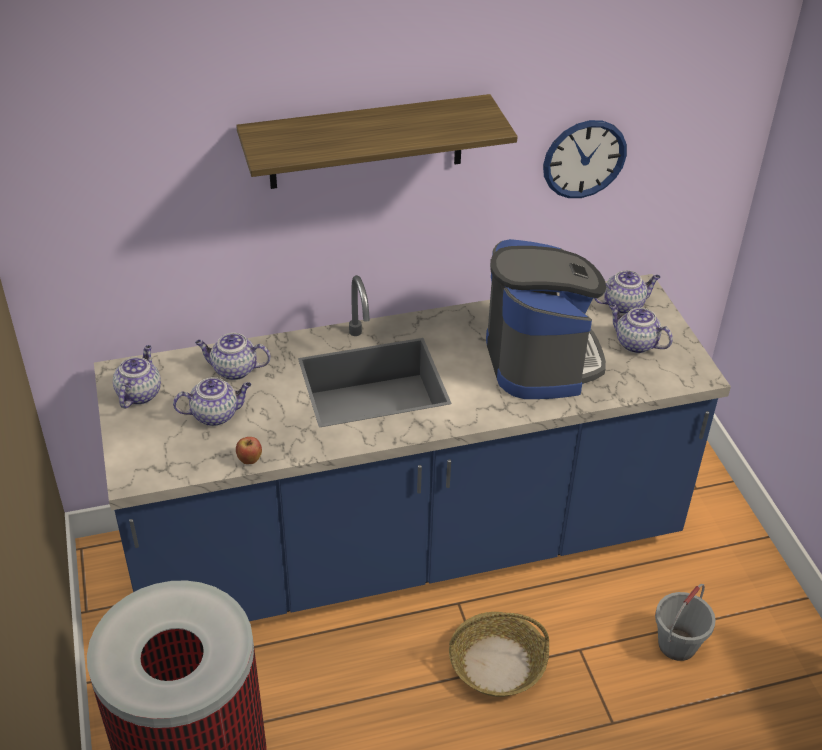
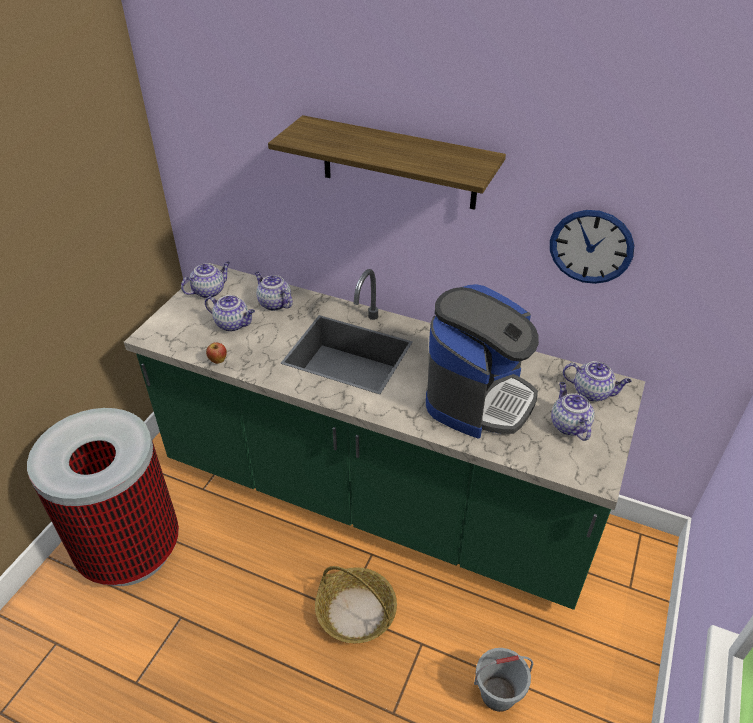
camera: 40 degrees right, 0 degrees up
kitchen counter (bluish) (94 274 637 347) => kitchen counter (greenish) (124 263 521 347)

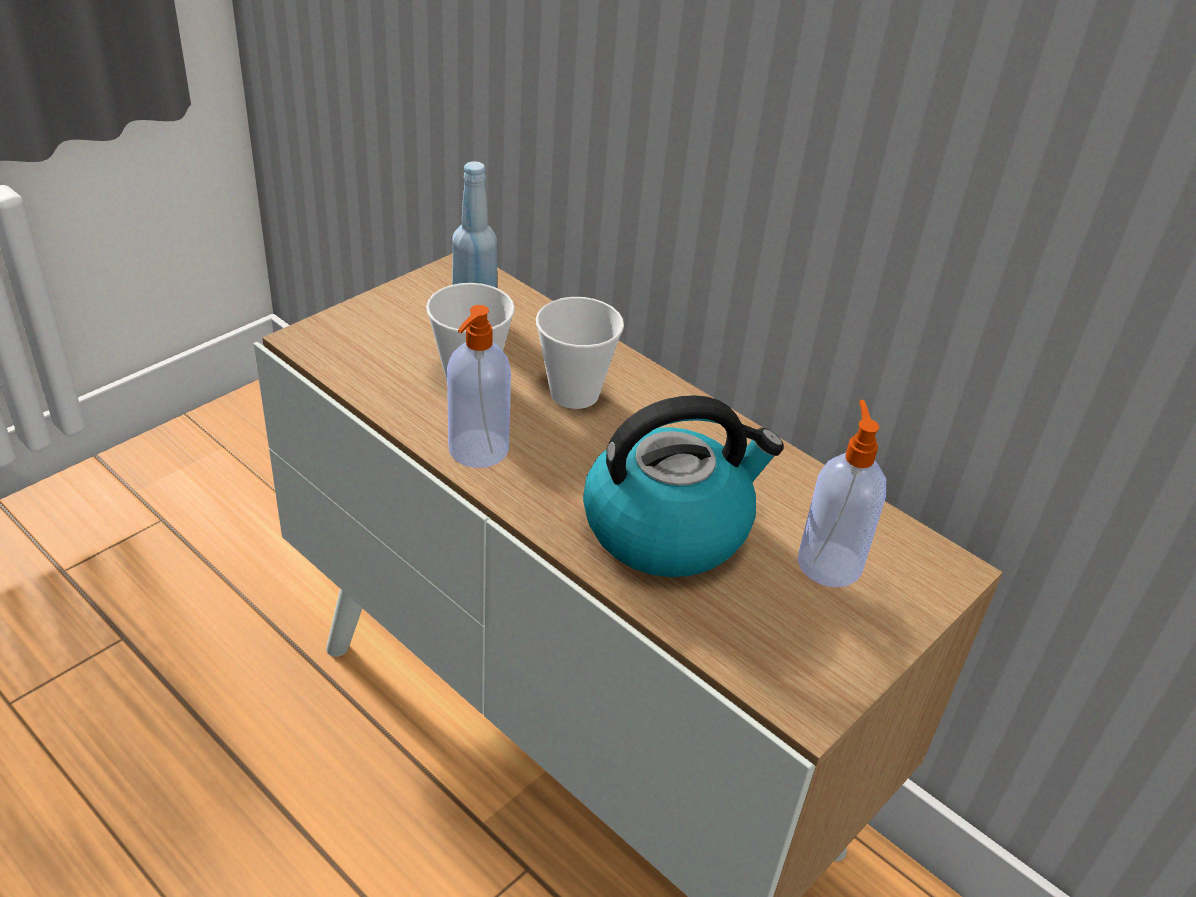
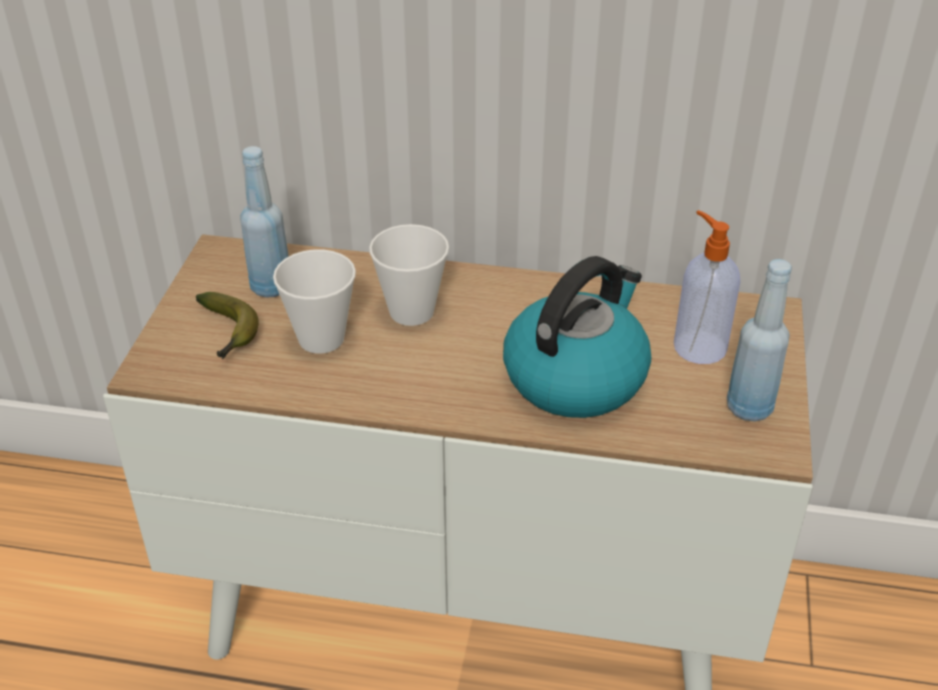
camera: 30 degrees left, 0 degrees up
soap bottle (447 305 64 163) => nothing
nothing => banana (196 292 63 67)
nothing => drink bottle (bluish) (727 259 65 163)

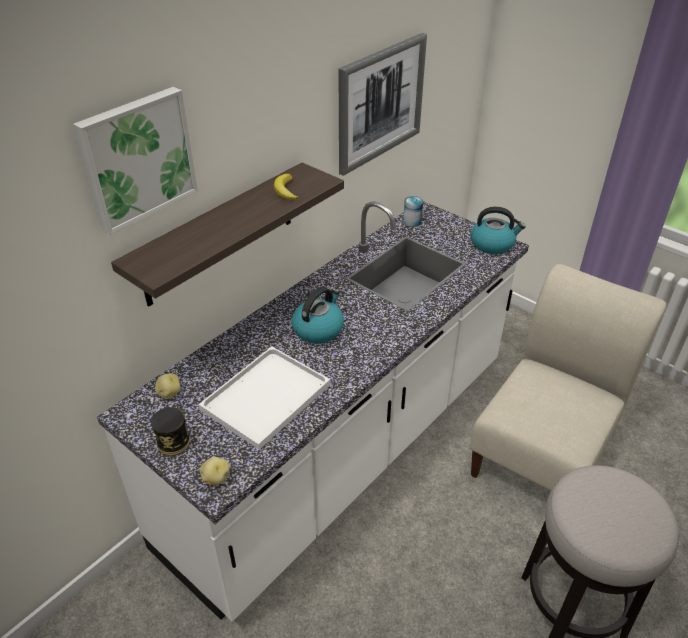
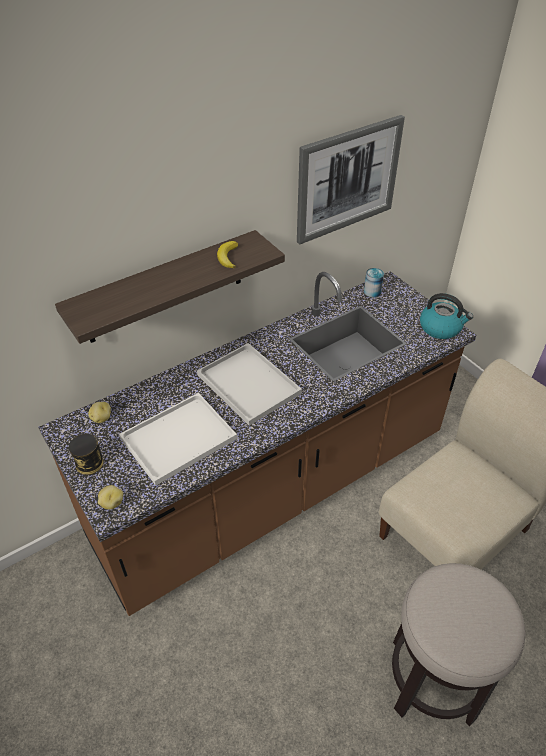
camera: 15 degrees right, 5 degrees up
picture (73 87 125 148) => nothing
kitchen counter (white-coloured) (97 201 432 421) => kitchen counter (brownish) (38 271 438 345)
tea kettle (292 287 52 57) => tray (white-coloured) (197 343 105 83)

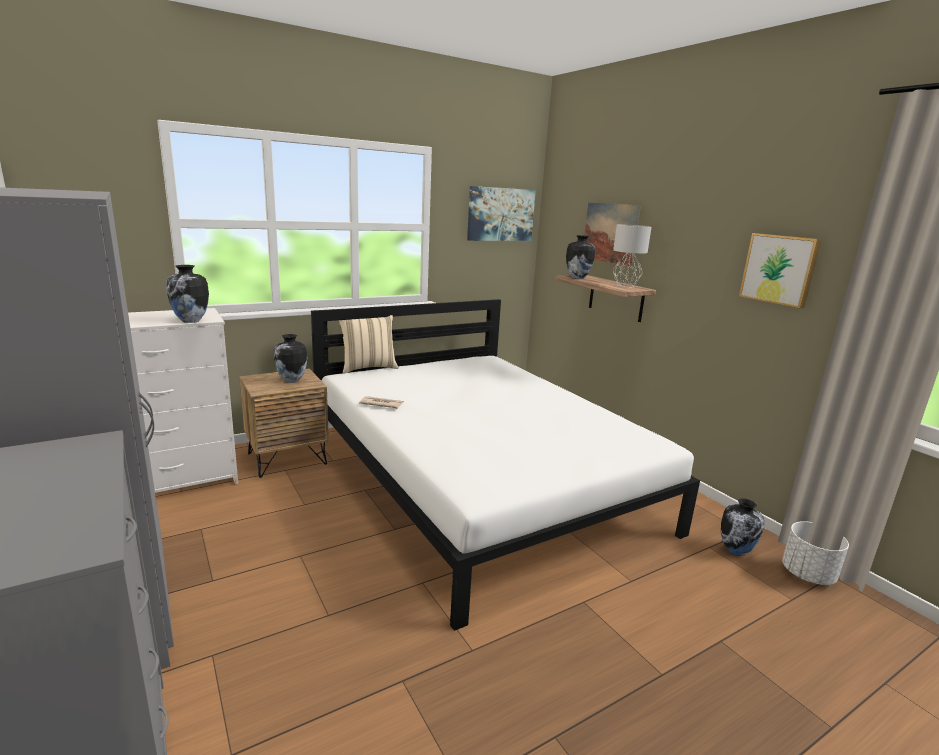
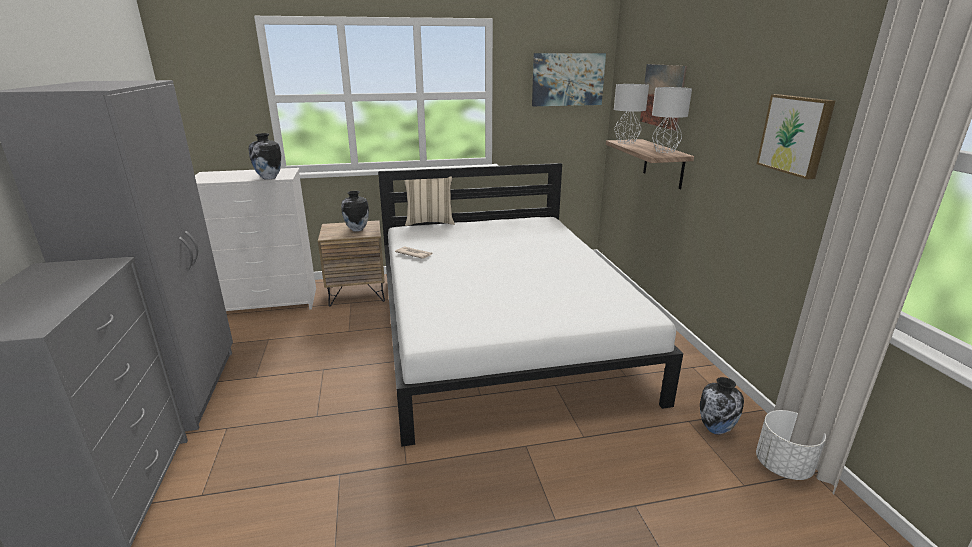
camera: 20 degrees right, 5 degrees up
decorative vase (566 235 29 44) => lamp for a table (grey) (614 84 35 60)

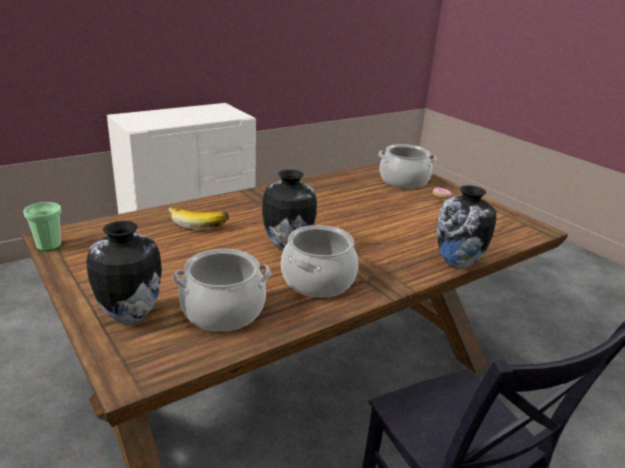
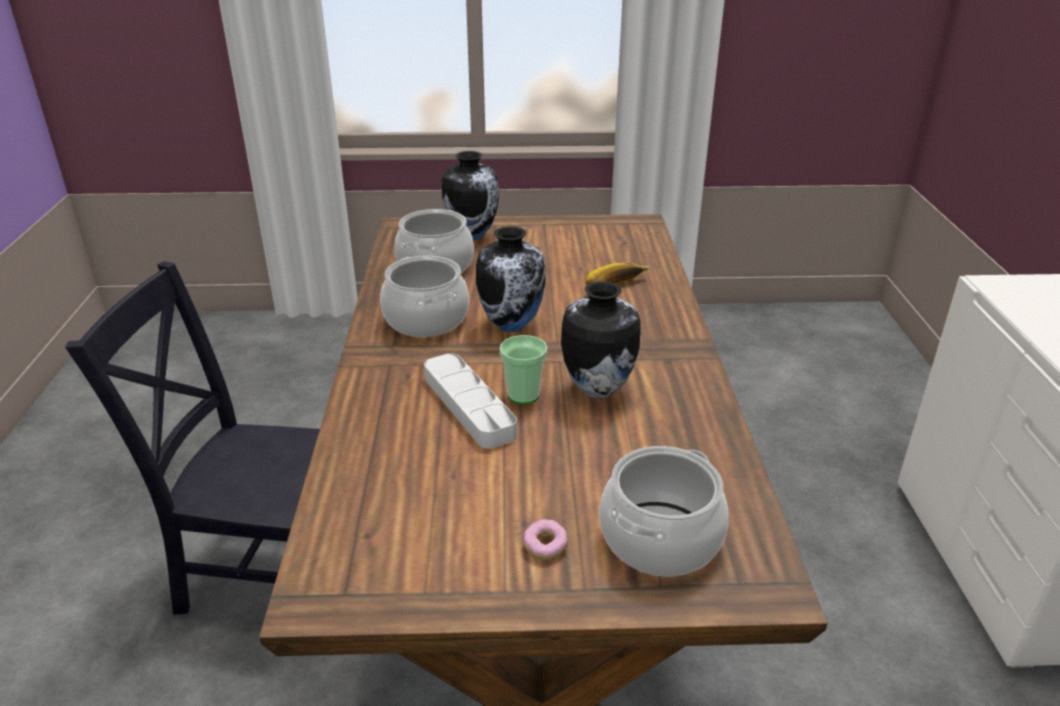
camera: 125 degrees right, 5 degrees up
small cup (23 202 38 49) => small cup (500 335 47 69), relocated
decorative vase (437 185 60 84) => decorative vase (561 281 79 117), relocated
nothing => tray (grey) (424 353 93 96)

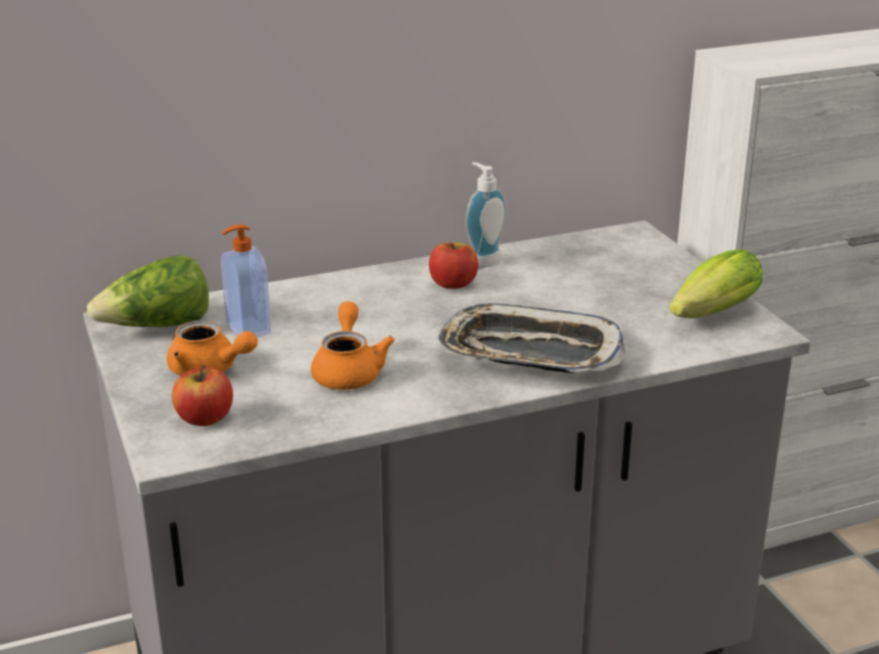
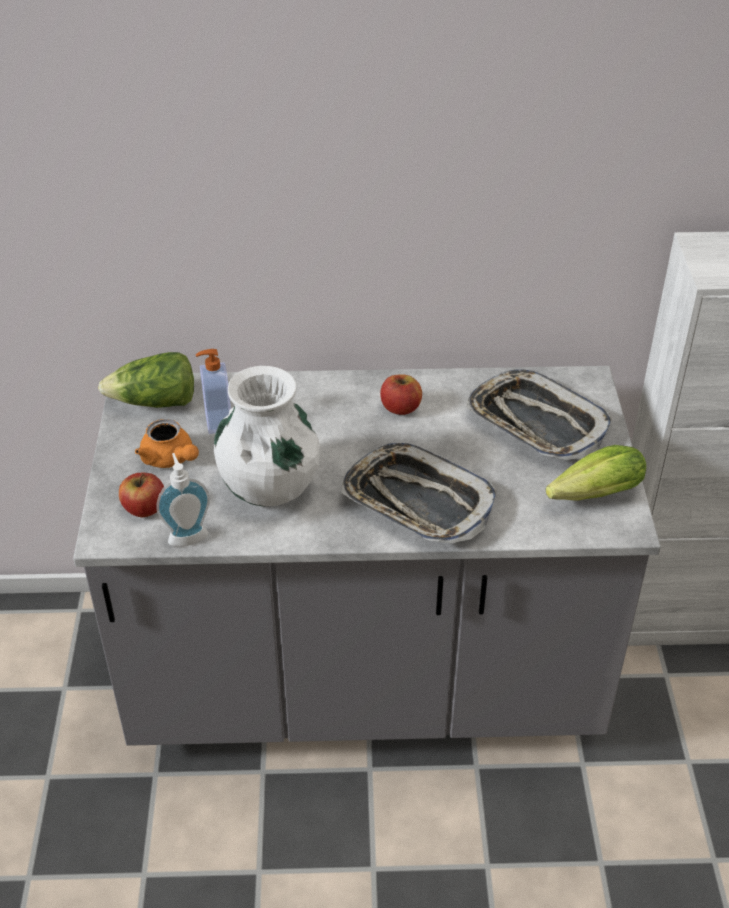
camera: 20 degrees right, 15 degrees up
teapot (orange-coloured) (311 301 84 89) => decorative vase (white-coloured) (214 366 106 141)
soap bottle (465 162 42 107) => soap bottle (156 453 54 93), relocated
nothing => tray (466 369 147 91)

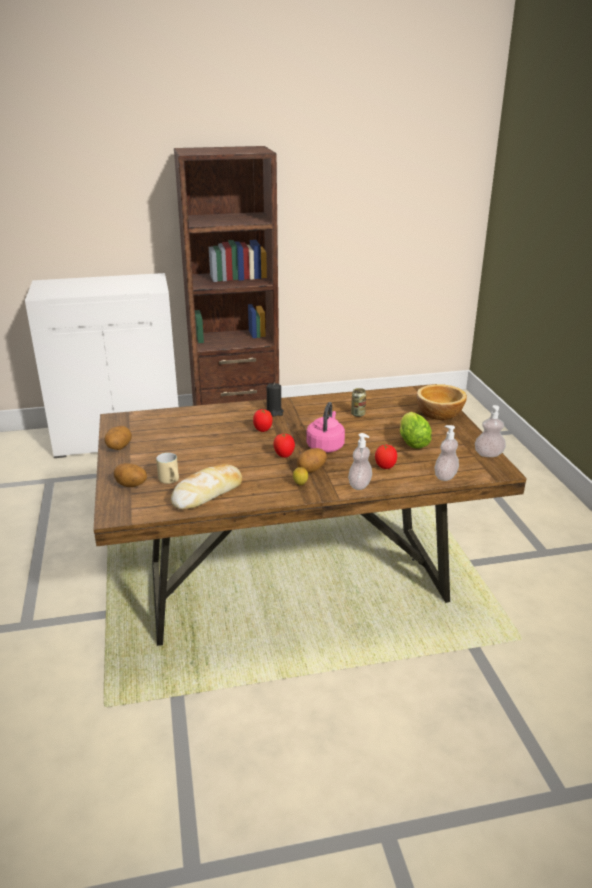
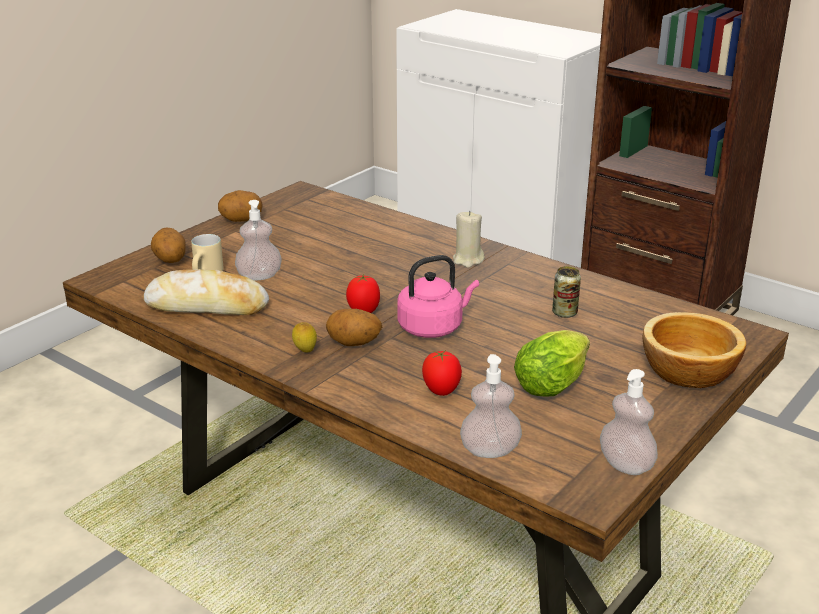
camera: 50 degrees right, 0 degrees up
tomato (253 409 20 23) => nothing
wax light (black) (266 383 18 33) => wax light (sand-coloured) (453 211 31 57)
soap bottle (348 433 24 57) => soap bottle (235 200 47 80), relocated

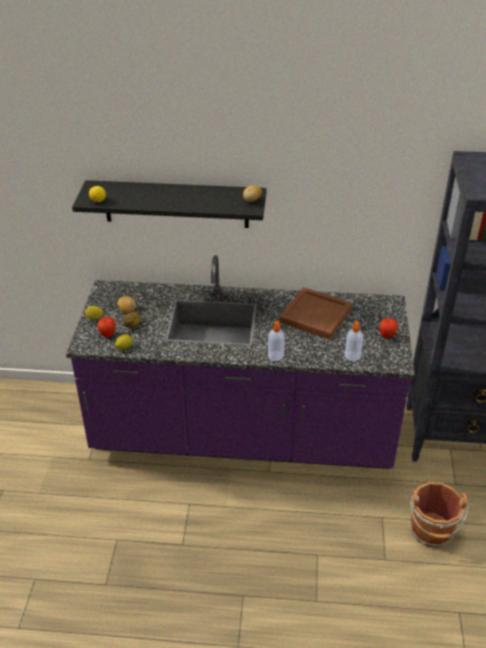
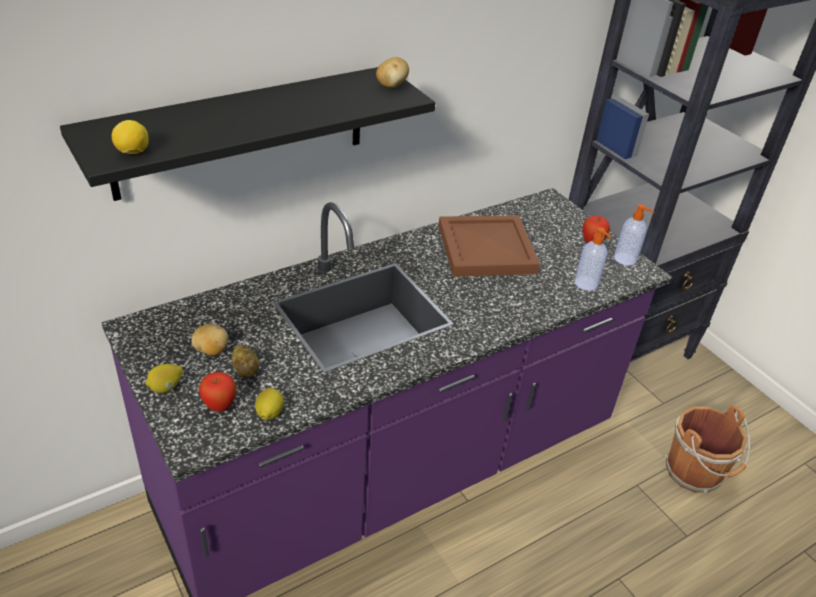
camera: 40 degrees left, 0 degrees up
soap bottle (268 321 16 40) => soap bottle (614 204 40 62), relocated

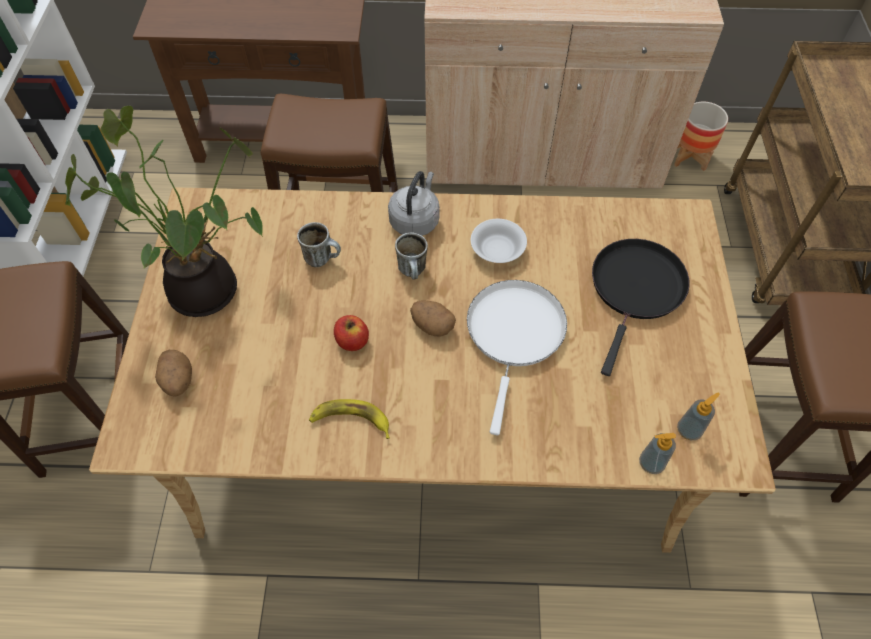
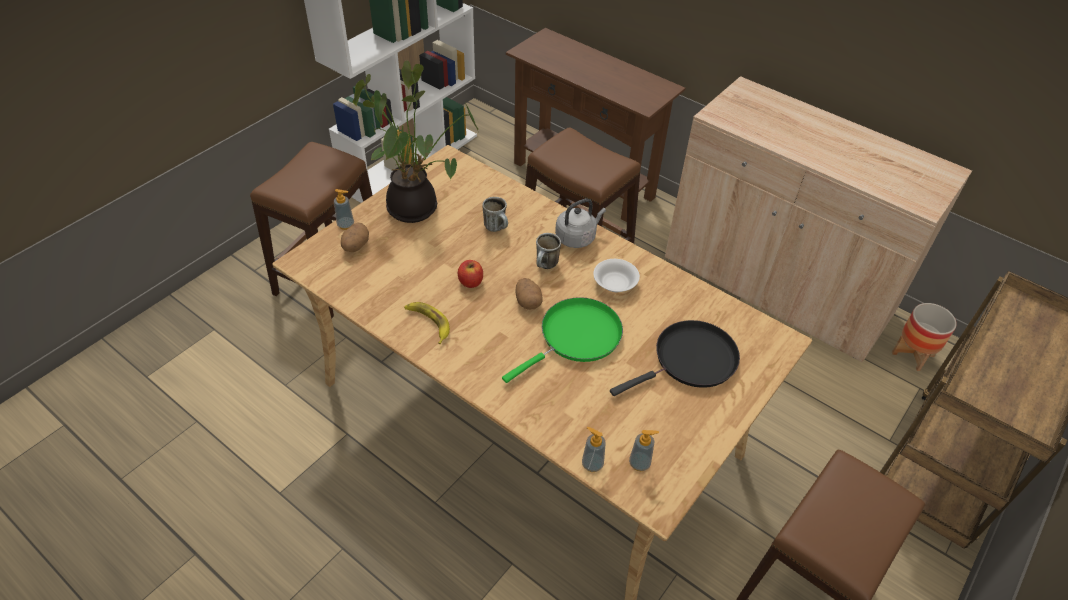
camera: 35 degrees right, 10 degrees down
skillet (white-coloured) (467 280 100 155) => skillet (greenish) (502 297 121 86)
nothing => soap bottle (334 189 20 41)

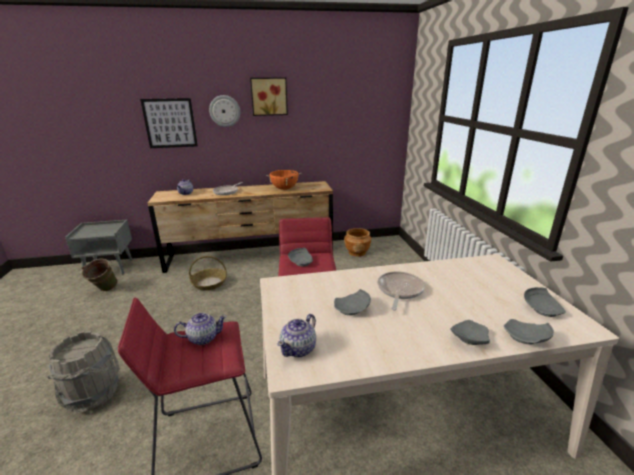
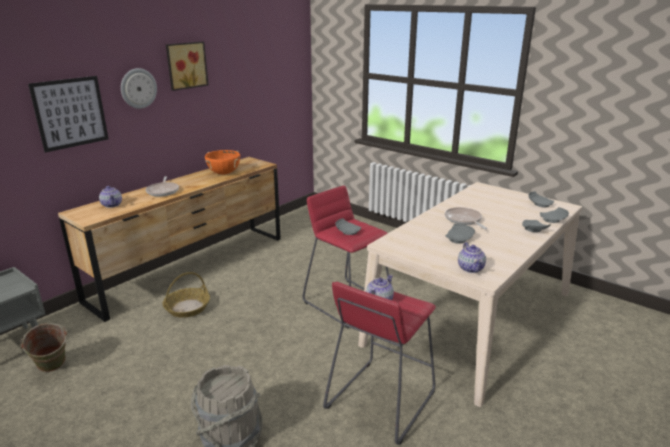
camera: 40 degrees left, 0 degrees up
plant pot (brownish) (344 228 27 29) => nothing

